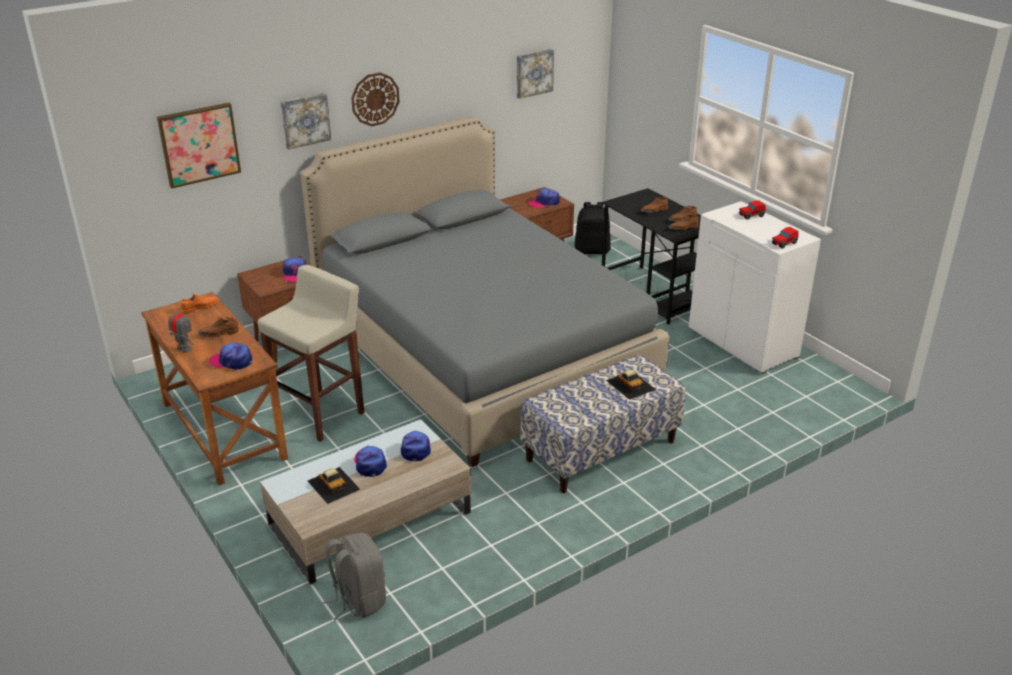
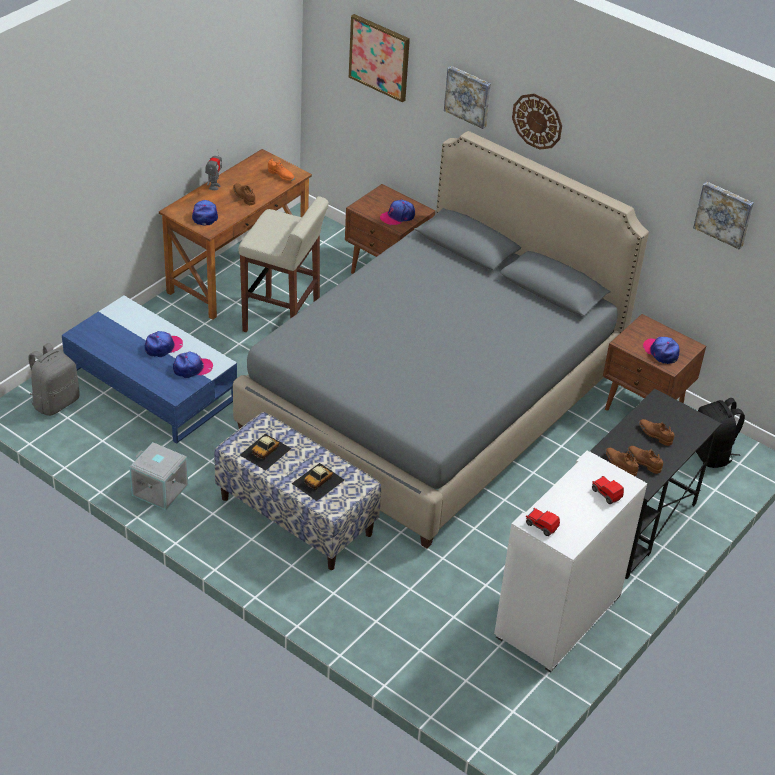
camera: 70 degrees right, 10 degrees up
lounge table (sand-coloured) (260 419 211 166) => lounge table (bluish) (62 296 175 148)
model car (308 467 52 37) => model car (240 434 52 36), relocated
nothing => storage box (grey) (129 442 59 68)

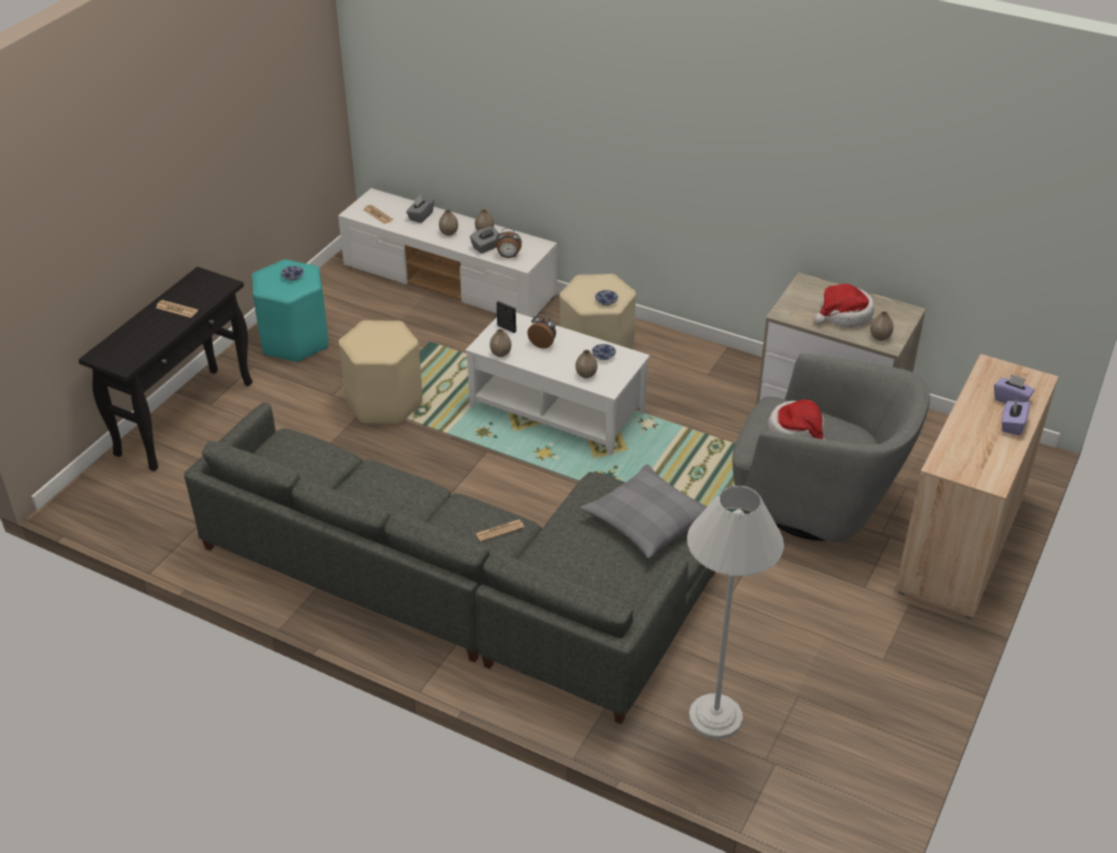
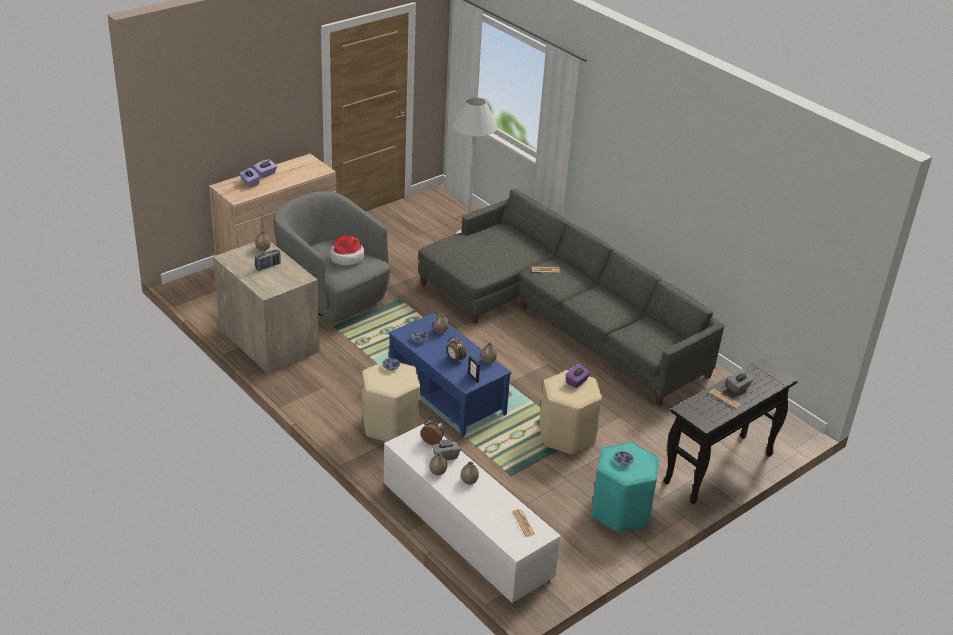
camera: 160 degrees left, 5 degrees down
tissue holder (grey) (406 195 28 28) => tissue holder (grey) (727 369 27 25), relocated
lounge table (white-coloured) (465 313 185 143) => lounge table (bluish) (389 313 122 124)
throw pillow (grey) (580 464 128 95) => nothing
clothing hat (813 284 61 43) => radio (255 249 26 22)
nothing => tissue holder (purple-coloured) (566 364 24 24)

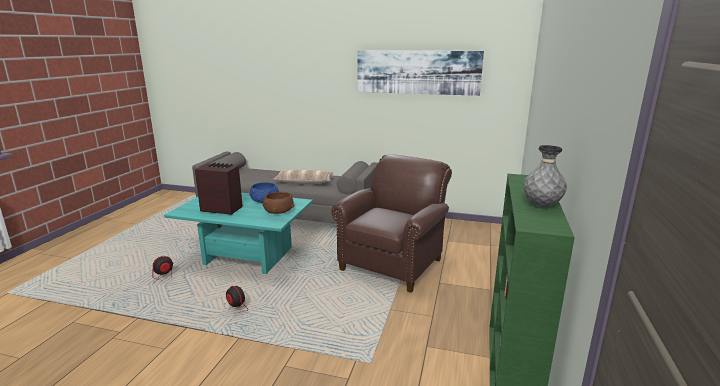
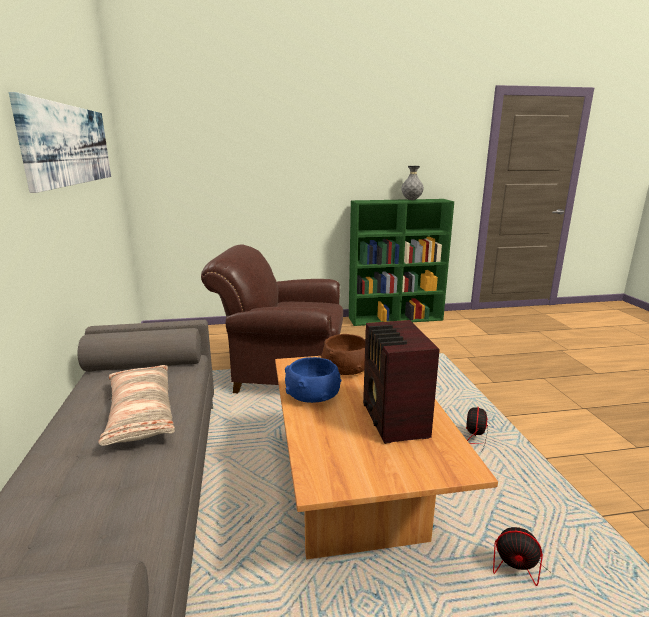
camera: 115 degrees left, 0 degrees up
lounge table (blue-green) (164 193 149 81) => lounge table (brownish) (275 356 223 203)

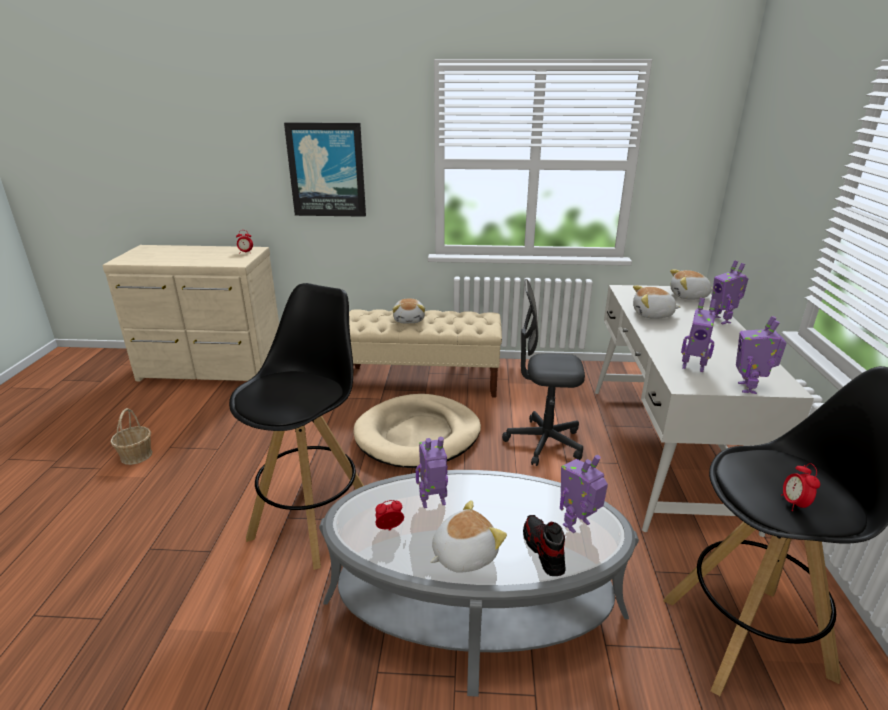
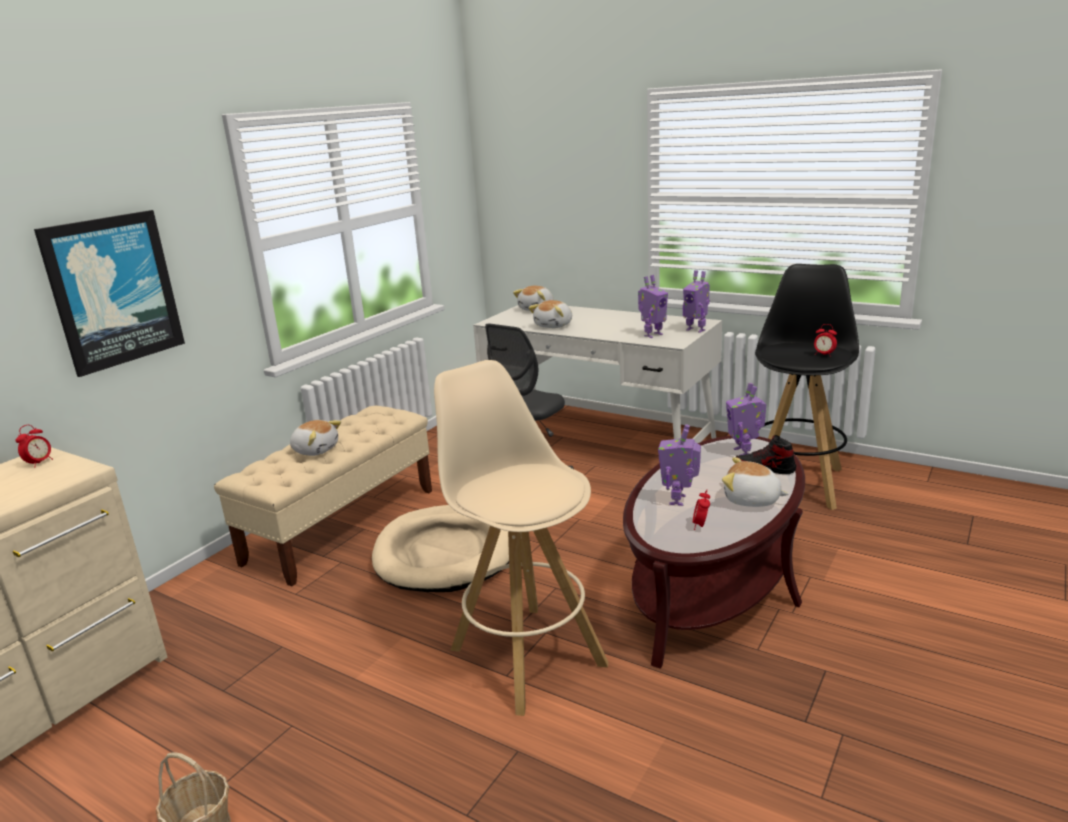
camera: 60 degrees left, 5 degrees down
sitting stool (black) (229 283 135 287) => sitting stool (sand-coloured) (434 360 174 356)
lounge table (grey) (319 470 320 227) => lounge table (brownish) (623 436 182 233)
soft toy (430 500 77 73) => soft toy (722 457 67 50), 60 degrees counterclockwise
model robot (711 260 37 64) => nothing

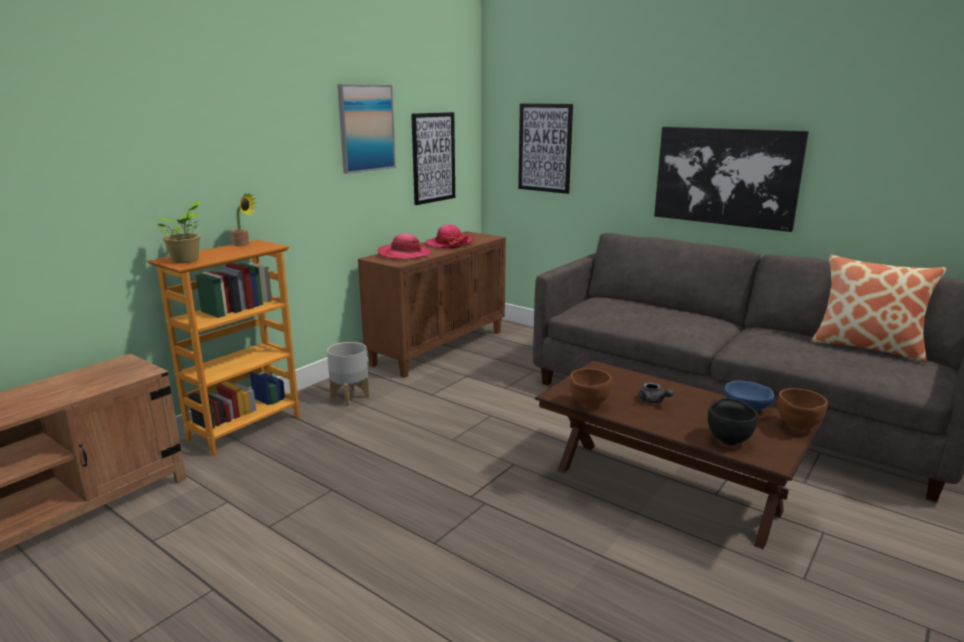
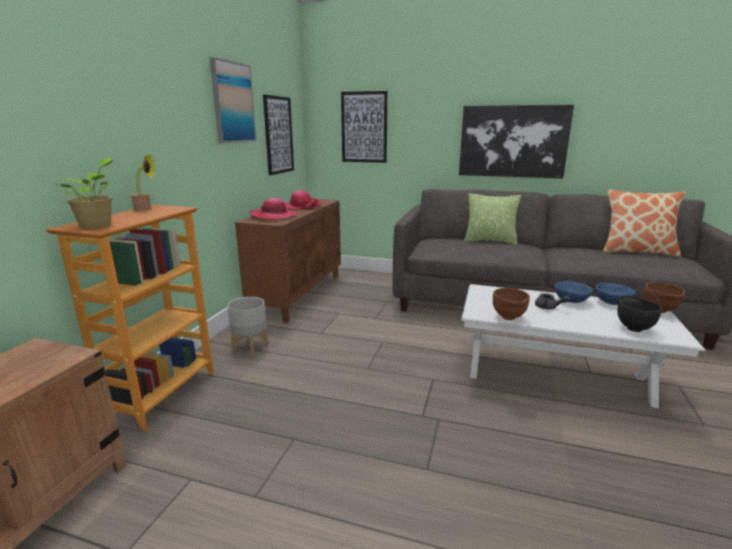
camera: 20 degrees left, 0 degrees up
lounge table (brownish) (535 361 288 188) => lounge table (white-coloured) (461 284 244 124)
nothing => throw pillow (464 193 57 52)
nothing => serving bowl (bluish) (554 281 39 22)

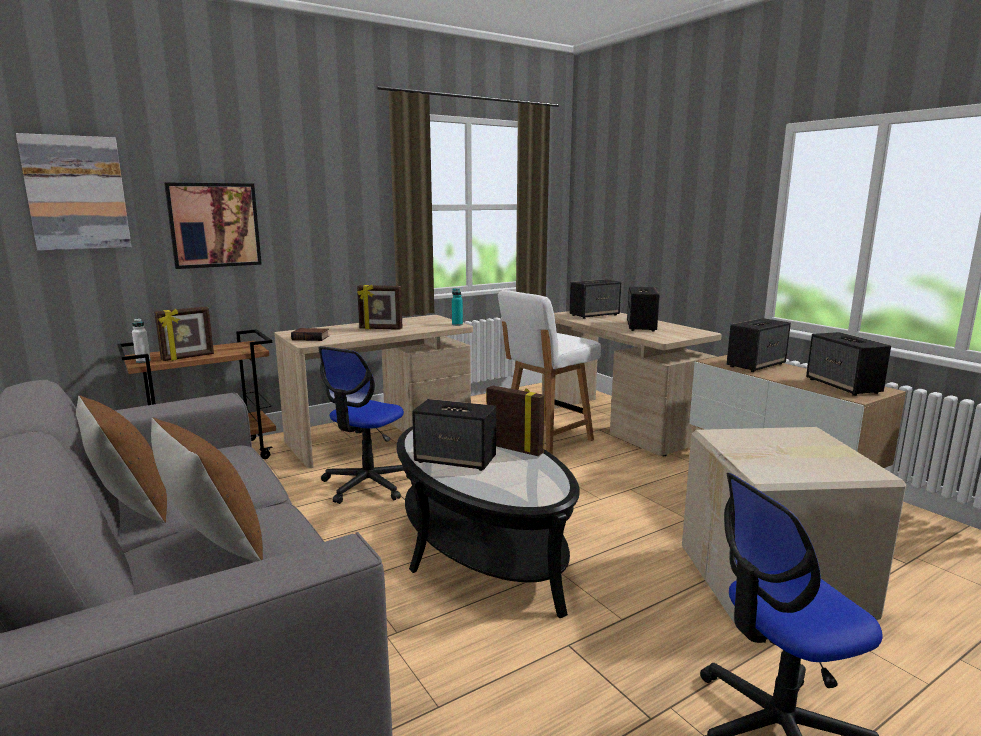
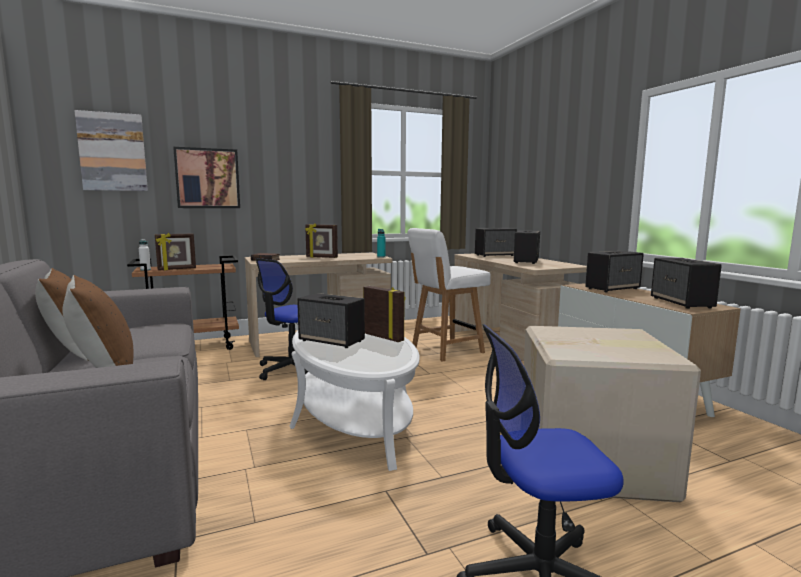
camera: 10 degrees right, 5 degrees down
lounge table (black) (397 426 182 192) => lounge table (white-coloured) (290 331 130 140)

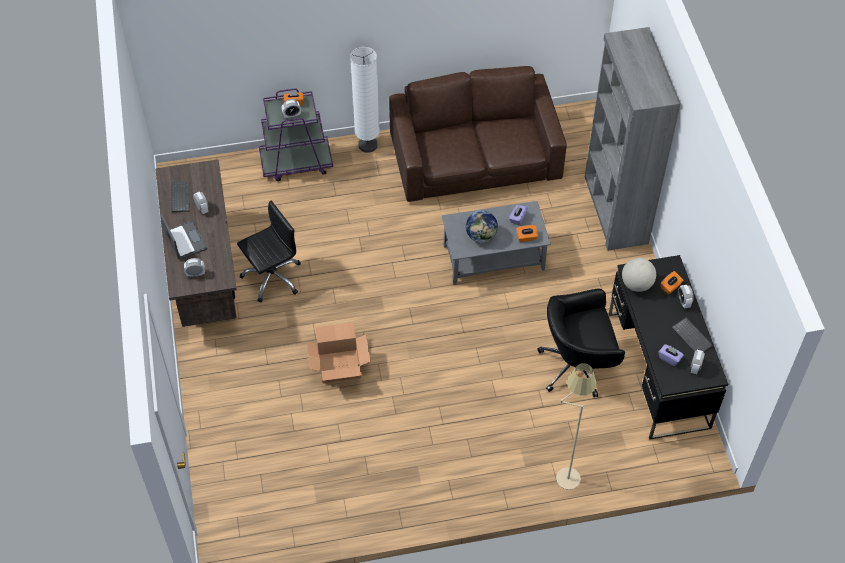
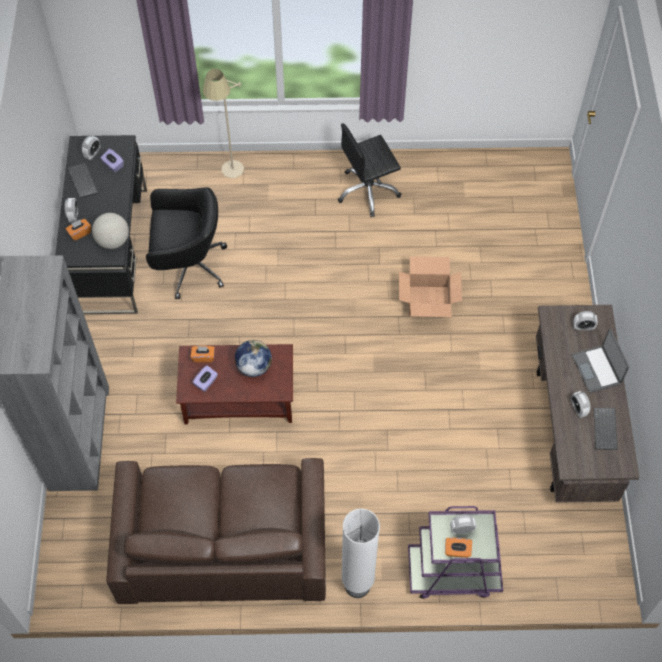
camera: 170 degrees left, 5 degrees up
desk chair (black) (237 201 64 102) => desk chair (black) (337 123 64 94), relocated
lounge table (grey) (442 201 109 84) => lounge table (brownish) (176 344 117 81)

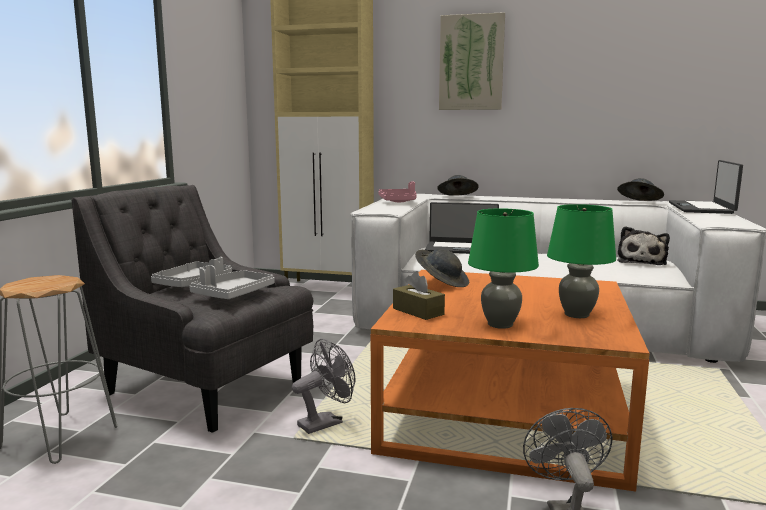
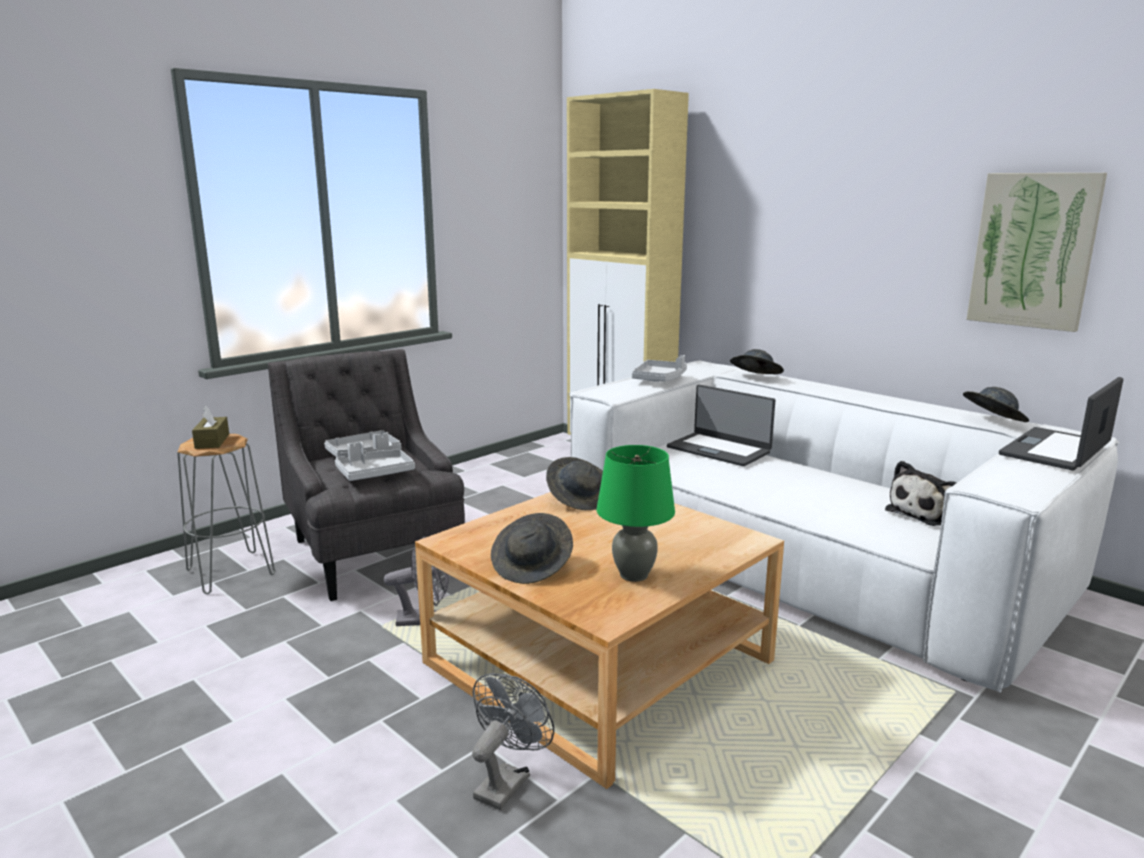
camera: 30 degrees right, 5 degrees up
lounge table (orange-coloured) (371 270 279 222) => lounge table (sand-coloured) (415 492 369 297)
tray (pink-coloured) (378 182 39 20) => tray (grey) (632 355 55 27)
tissue holder (brownish) (393 271 52 49) => tissue holder (brownish) (192 405 37 44), relocated
picture (439 12 66 98) => picture (967 173 140 159), relocated
lamp for a table (greenish) (468 208 71 121) => clothing hat (grey) (491 513 82 71)

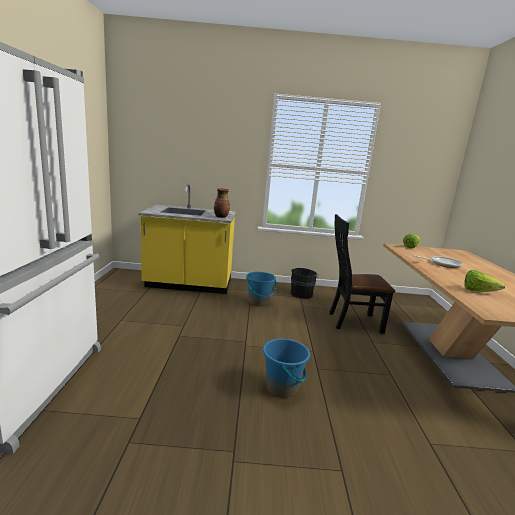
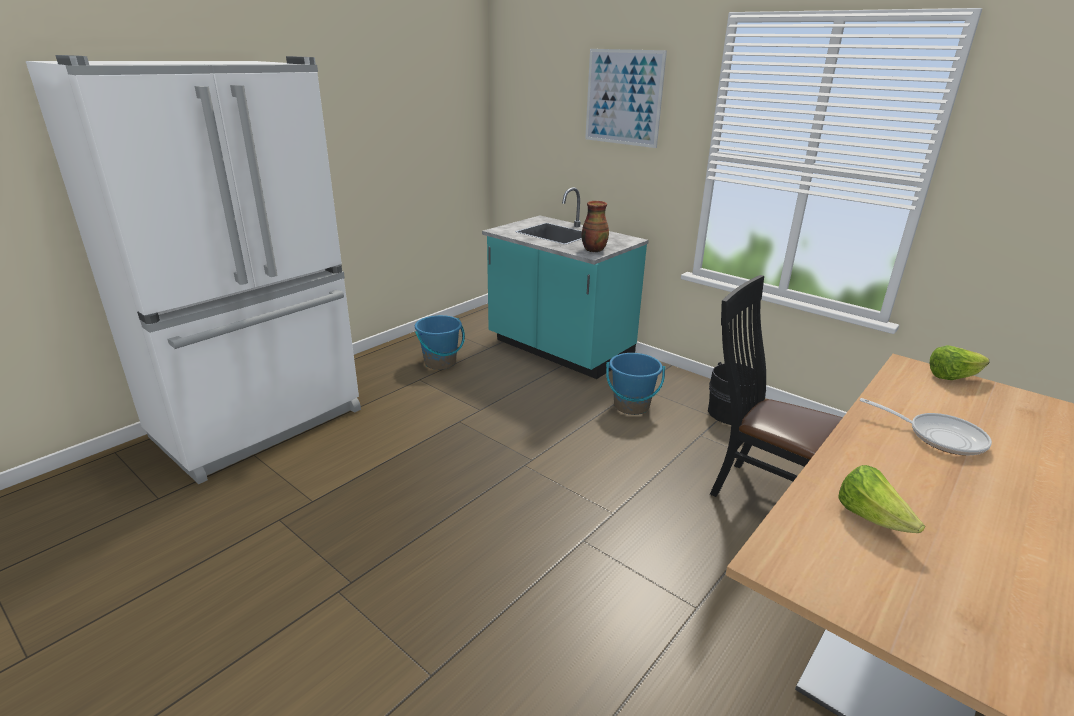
camera: 40 degrees right, 10 degrees up
kitchen counter (yellow) (139 184 97 110) => kitchen counter (blue-green) (482 187 167 192)
bucket (bluish) (263 338 47 60) => bucket (bluish) (415 315 50 55), relocated
nothing => picture (585 49 82 99)

